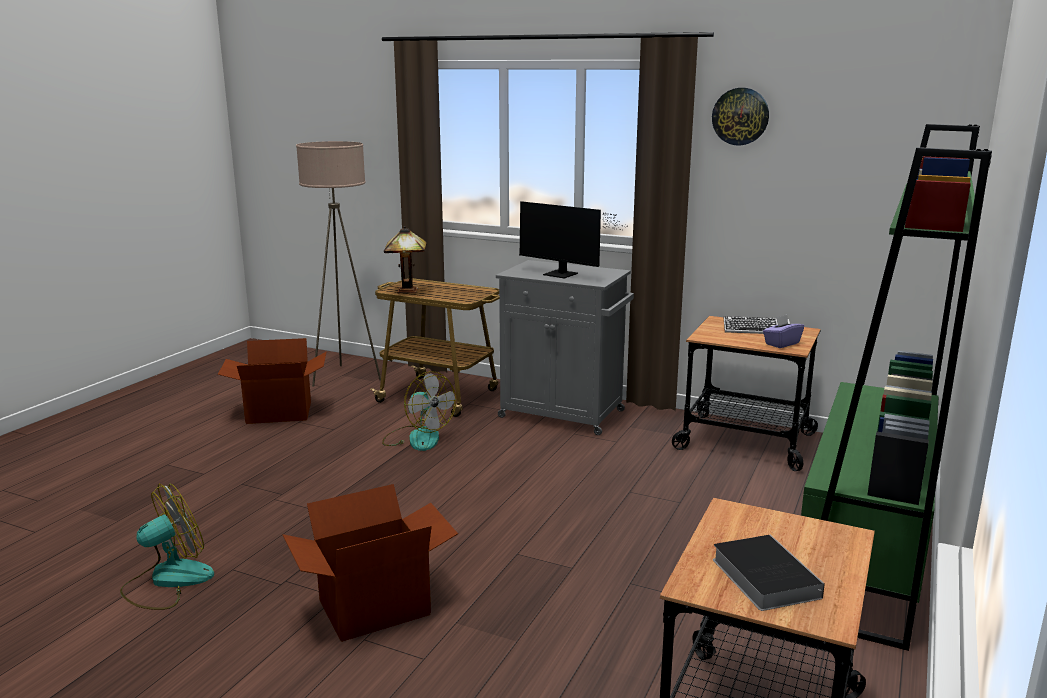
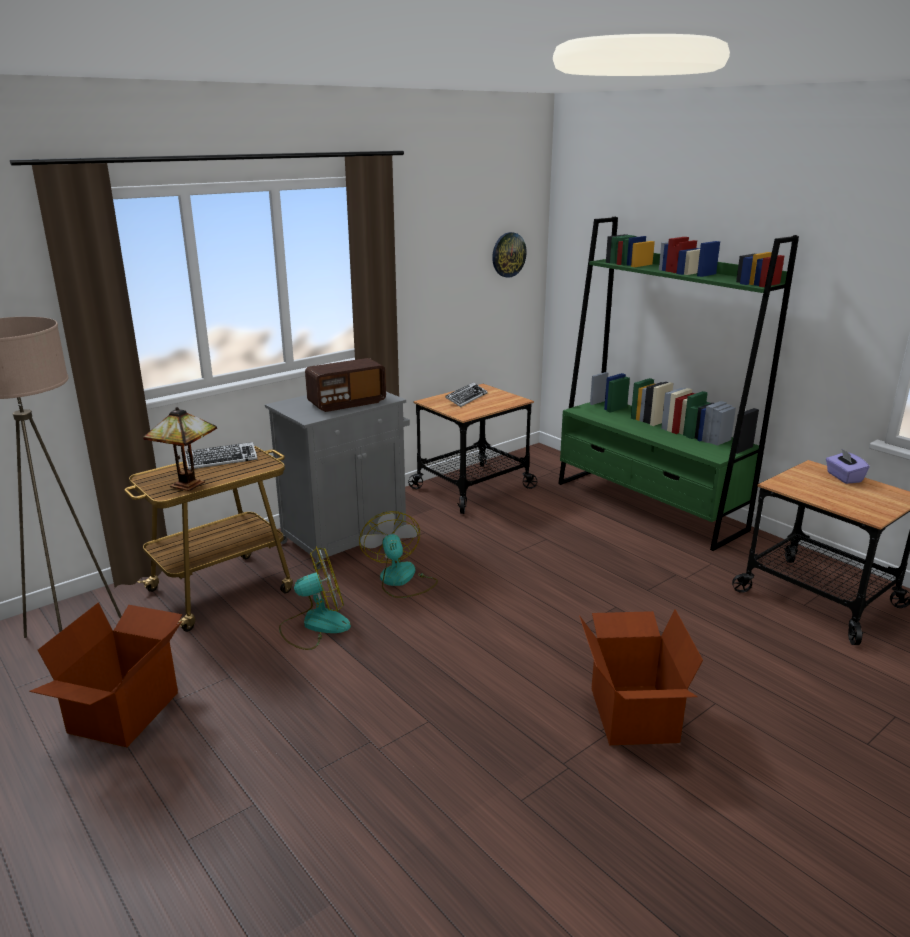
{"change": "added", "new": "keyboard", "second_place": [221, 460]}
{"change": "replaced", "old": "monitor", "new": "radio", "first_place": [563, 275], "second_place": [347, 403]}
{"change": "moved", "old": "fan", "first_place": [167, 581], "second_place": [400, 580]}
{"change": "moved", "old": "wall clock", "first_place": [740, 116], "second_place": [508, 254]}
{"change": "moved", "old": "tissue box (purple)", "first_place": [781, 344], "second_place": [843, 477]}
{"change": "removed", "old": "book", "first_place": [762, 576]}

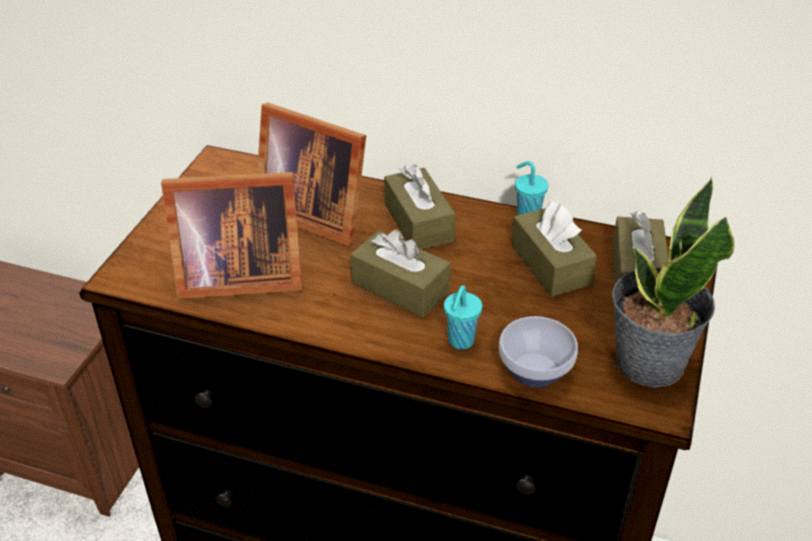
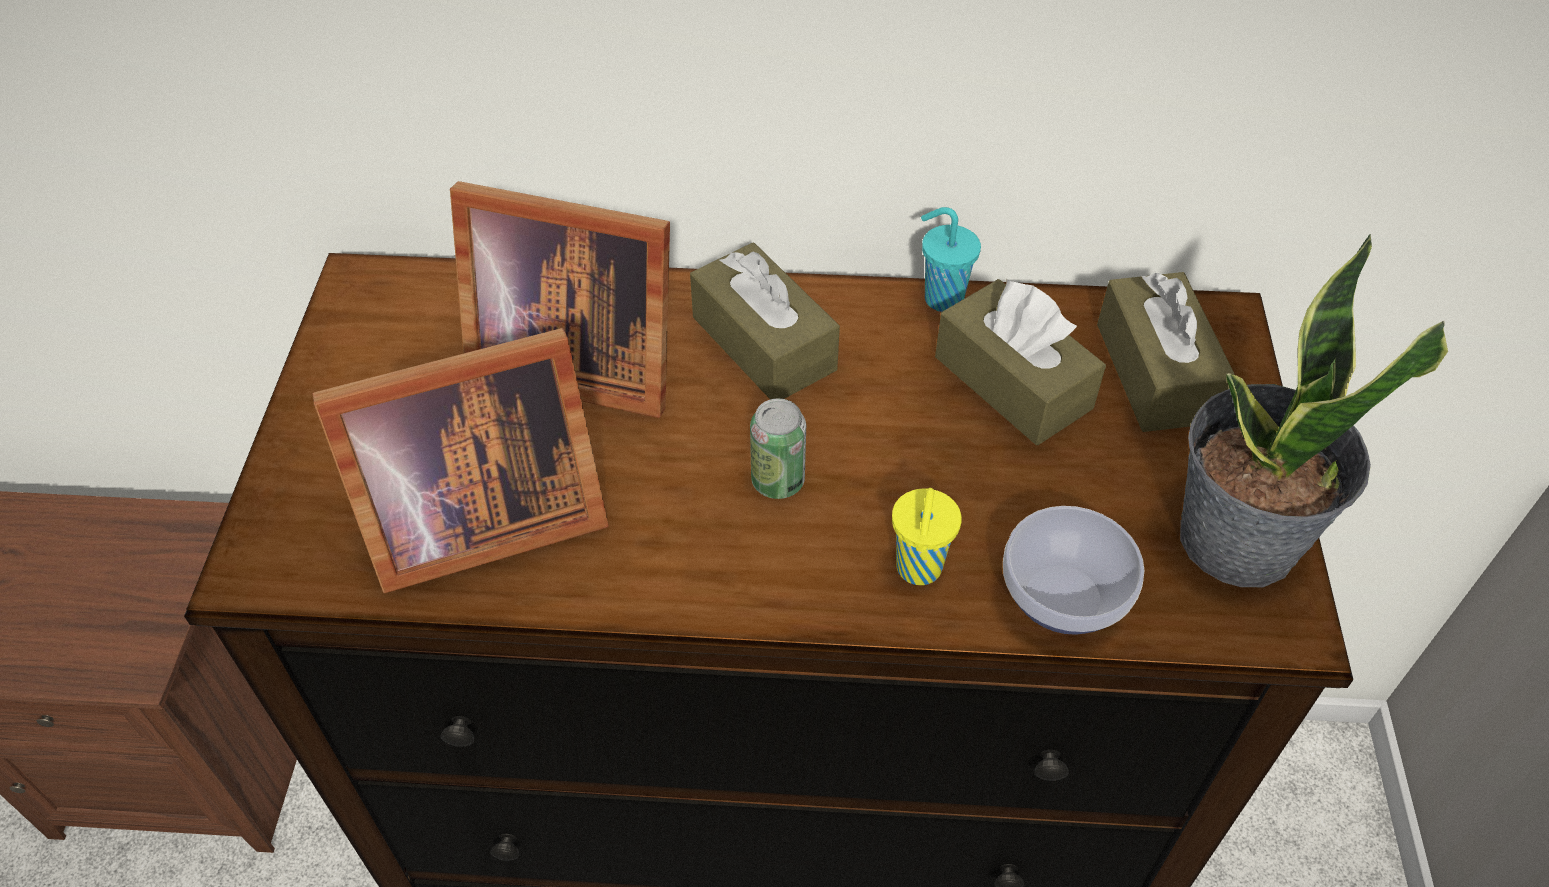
{"change": "replaced", "old": "tissue box (brown)", "new": "can", "first_place": [400, 287], "second_place": [778, 481]}
{"change": "recoloured", "old": "cup (turquoise)", "new": "cup (yellow)", "first_place": [460, 342], "second_place": [918, 570]}

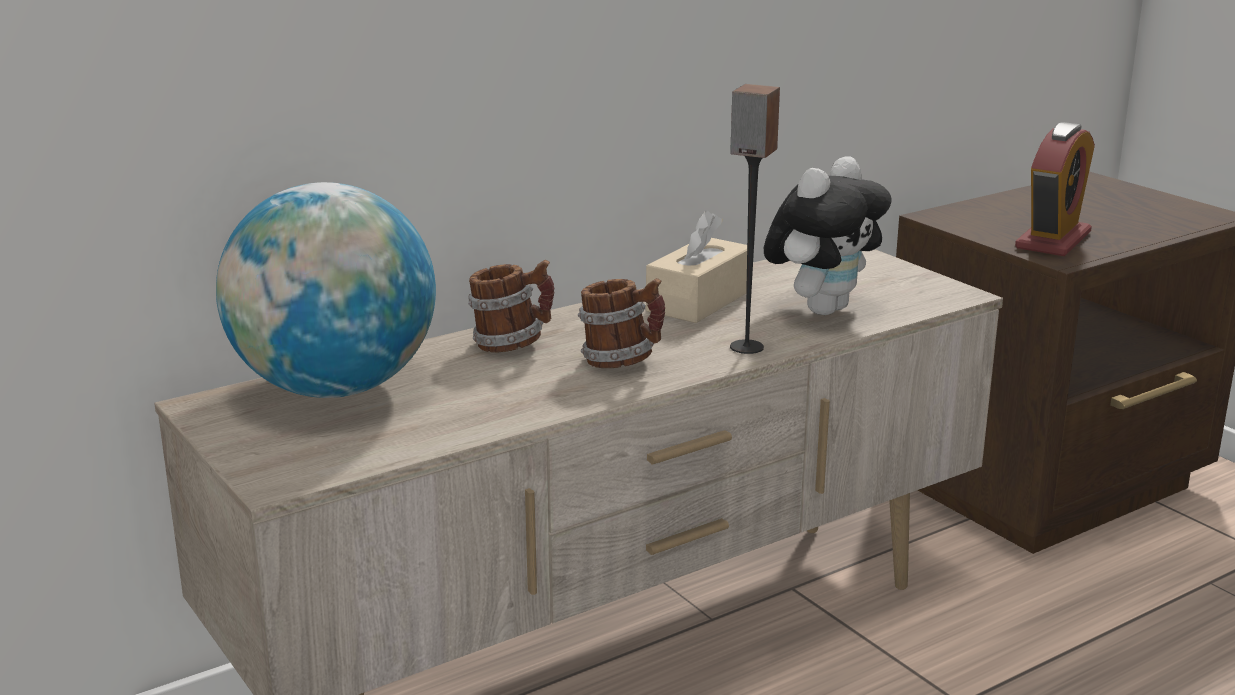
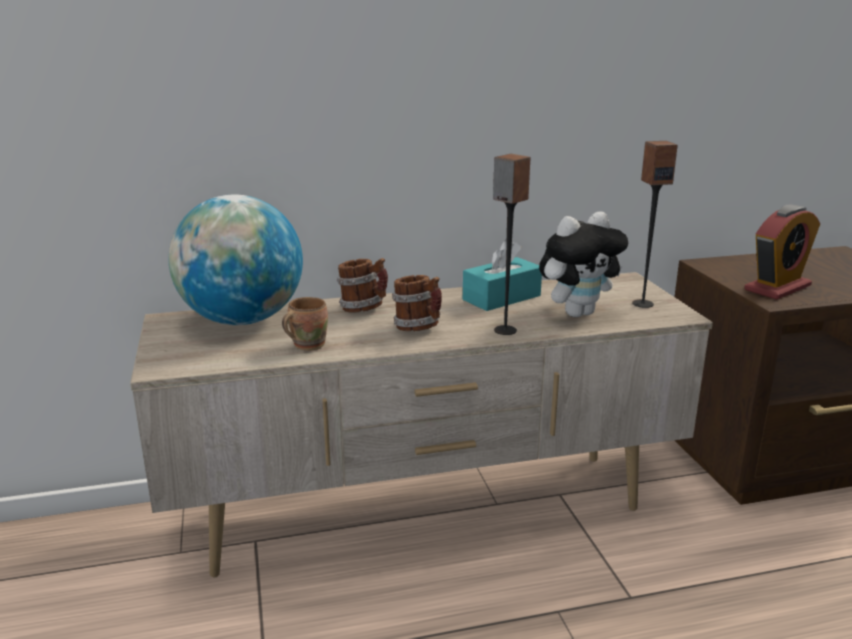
{"change": "added", "new": "mug (brown)", "second_place": [306, 345]}
{"change": "recoloured", "old": "tissue box (beige)", "new": "tissue box (turquoise)", "first_place": [699, 301], "second_place": [501, 298]}
{"change": "added", "new": "speaker", "second_place": [642, 303]}

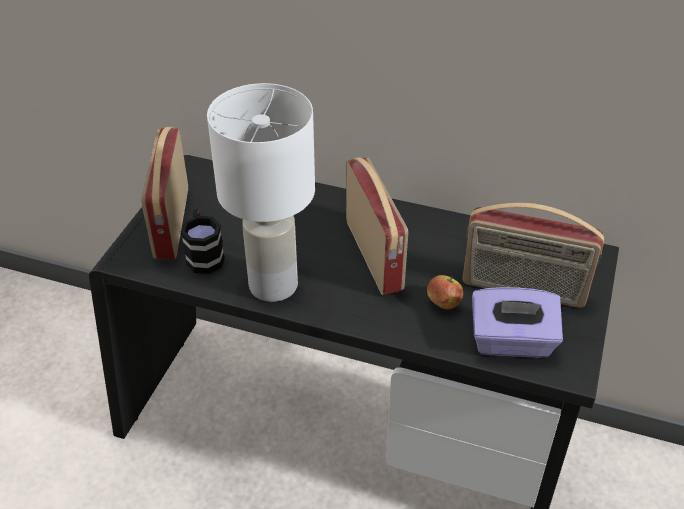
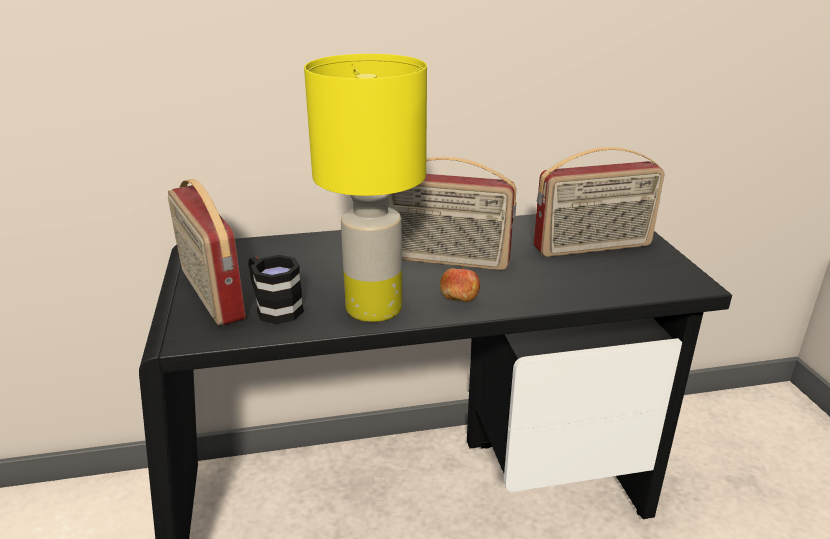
{"change": "recoloured", "old": "table lamp (white)", "new": "table lamp (yellow)", "first_place": [274, 285], "second_place": [374, 307]}
{"change": "turned", "old": "radio", "first_place": [375, 255], "second_place": [446, 260], "degrees": 150}
{"change": "moved", "old": "apple", "first_place": [443, 303], "second_place": [459, 300]}
{"change": "removed", "old": "tissue box (purple)", "first_place": [511, 342]}

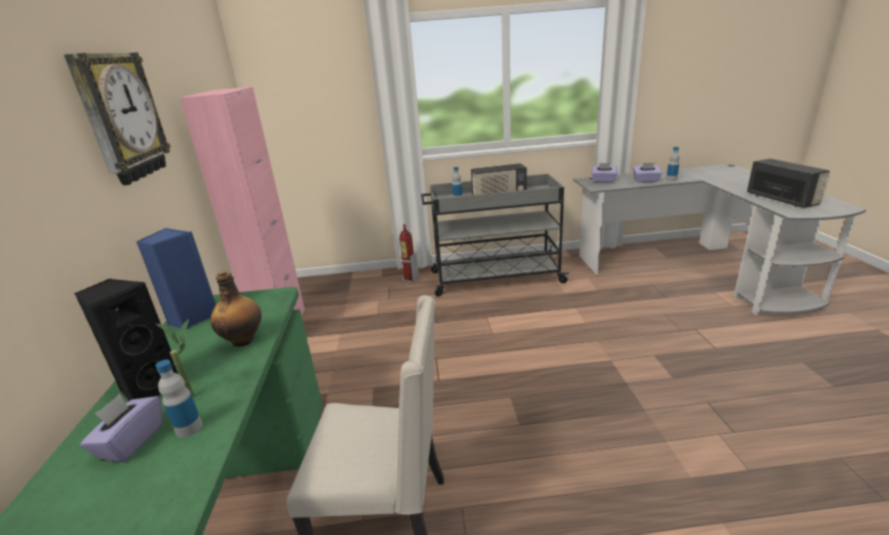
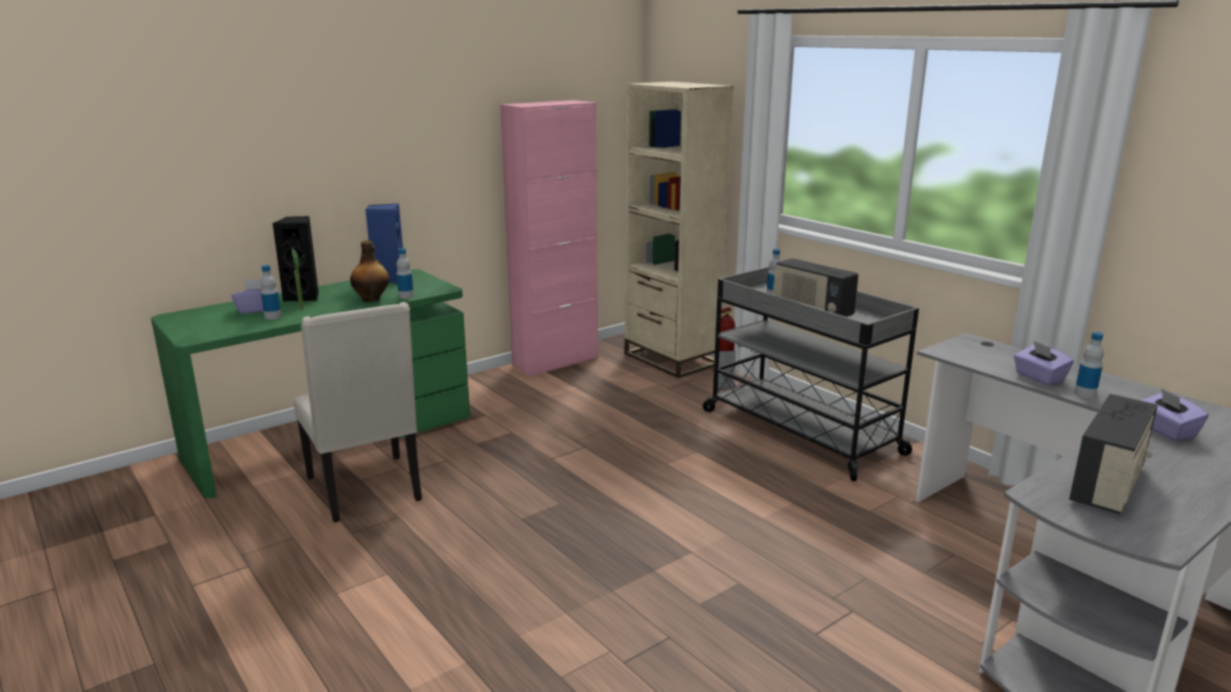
{"change": "added", "new": "bottle", "second_place": [406, 296]}
{"change": "added", "new": "bookcase (beige)", "second_place": [671, 359]}
{"change": "moved", "old": "tissue box (purple)", "first_place": [603, 181], "second_place": [1165, 431]}
{"change": "removed", "old": "wall clock", "first_place": [120, 118]}

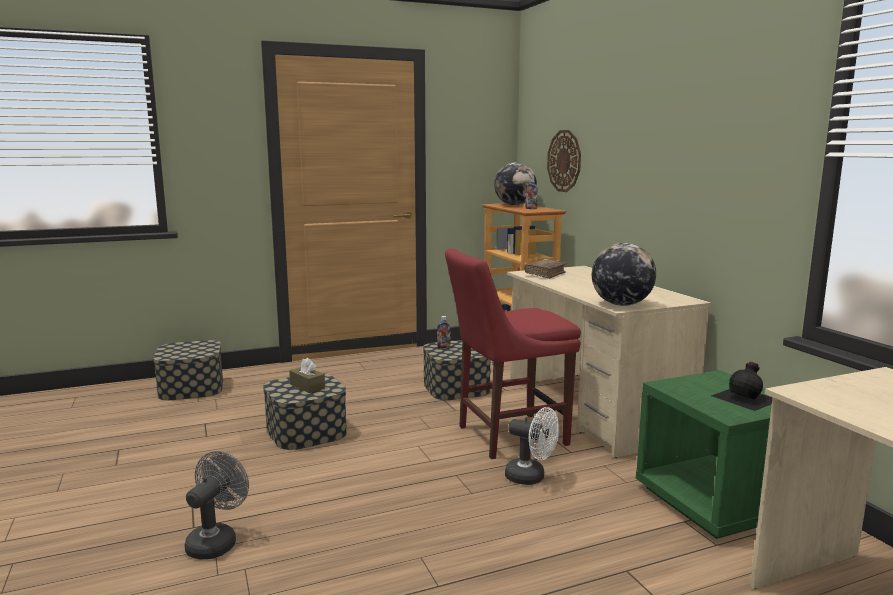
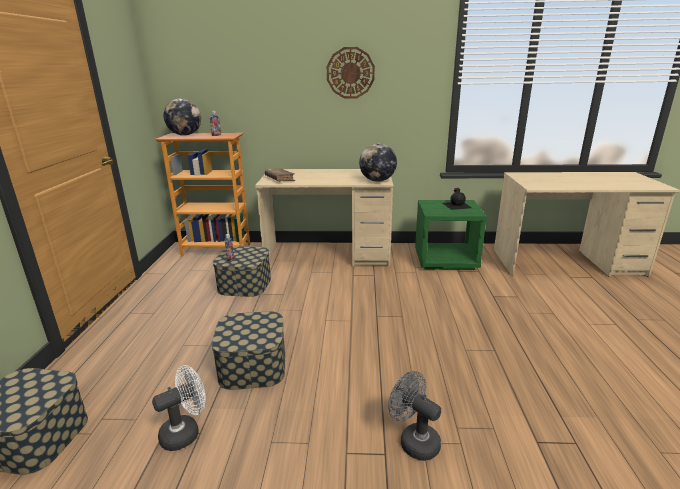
{"change": "moved", "old": "fan (white)", "first_place": [531, 477], "second_place": [186, 432]}
{"change": "moved", "old": "wall clock", "first_place": [564, 161], "second_place": [350, 73]}
{"change": "removed", "old": "tissue box (brown)", "first_place": [307, 386]}
{"change": "removed", "old": "chair (red)", "first_place": [506, 436]}

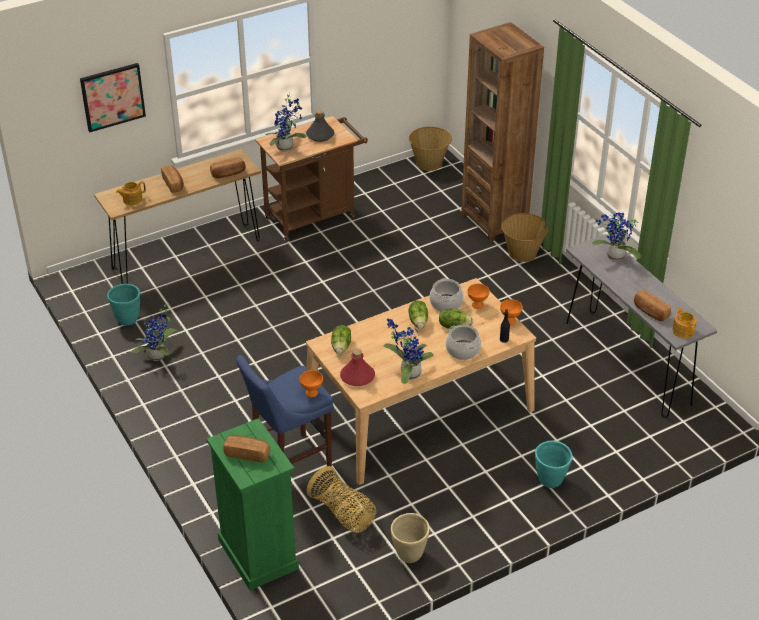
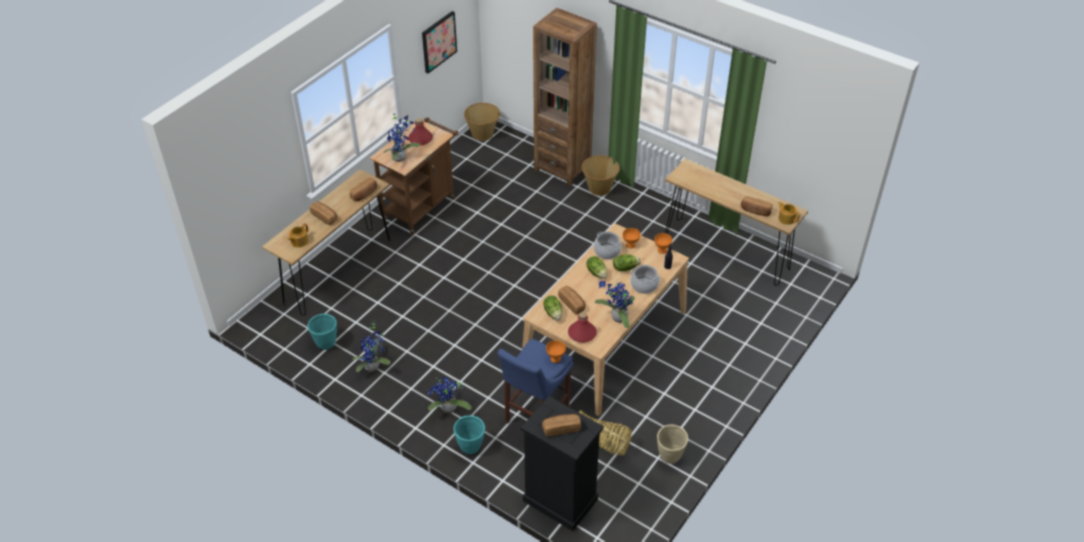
{"change": "recoloured", "old": "bottle (grey)", "new": "bottle (red)", "first_place": [320, 135], "second_place": [420, 139]}
{"change": "moved", "old": "picture", "first_place": [112, 96], "second_place": [438, 41]}
{"change": "moved", "old": "potted plant", "first_place": [614, 257], "second_place": [447, 409]}
{"change": "moved", "old": "planter (turquoise)", "first_place": [550, 481], "second_place": [470, 447]}
{"change": "recoloured", "old": "dresser (green)", "new": "dresser (black)", "first_place": [257, 554], "second_place": [559, 500]}
{"change": "added", "new": "bread", "second_place": [572, 304]}
{"change": "recoloured", "old": "console table (grey)", "new": "console table (brown)", "first_place": [627, 362], "second_place": [726, 251]}

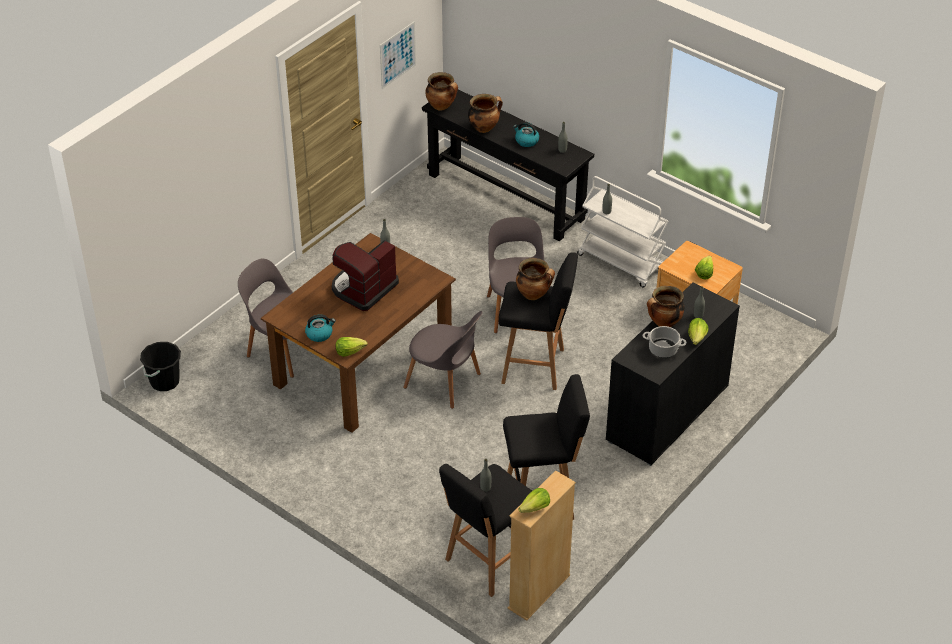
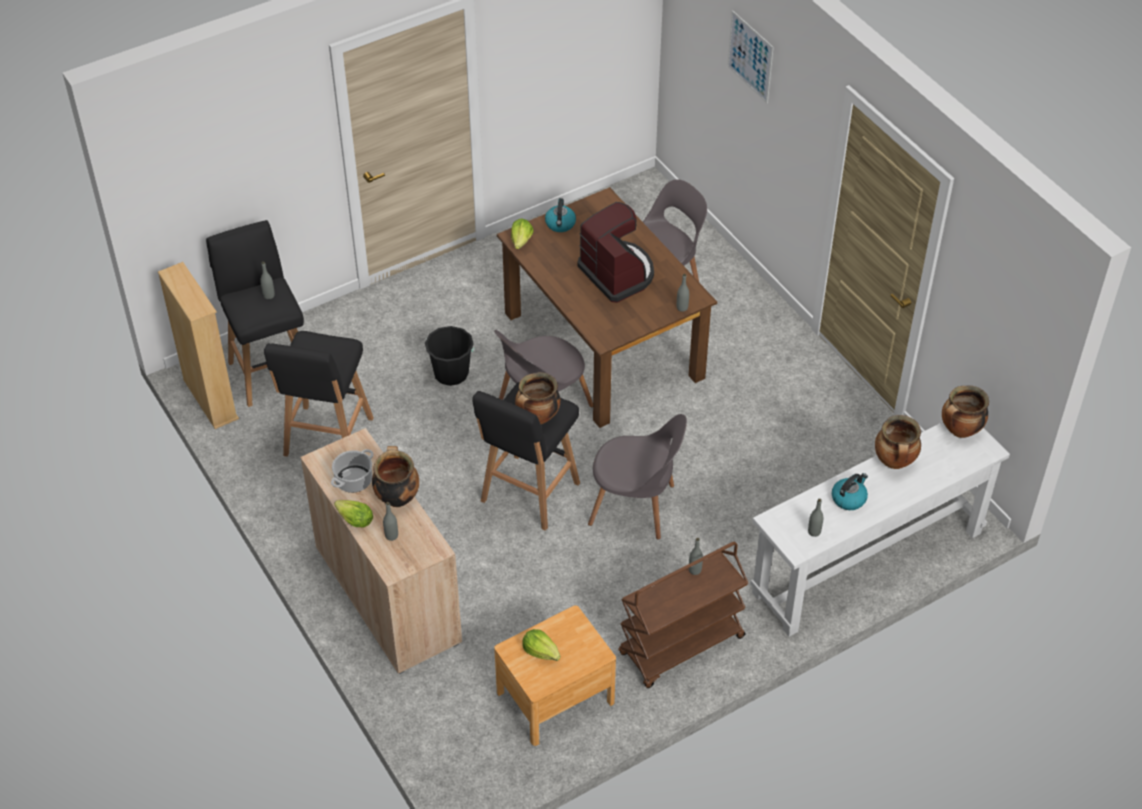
{"change": "recoloured", "old": "cabinet (black)", "new": "cabinet (beige)", "first_place": [667, 413], "second_place": [388, 595]}
{"change": "moved", "old": "bucket (black)", "first_place": [164, 381], "second_place": [451, 373]}
{"change": "recoloured", "old": "cart (white)", "new": "cart (brown)", "first_place": [621, 262], "second_place": [681, 646]}
{"change": "moved", "old": "picture", "first_place": [397, 55], "second_place": [750, 56]}
{"change": "recoloured", "old": "console table (black)", "new": "console table (white)", "first_place": [505, 197], "second_place": [867, 562]}
{"change": "removed", "old": "lettuce", "first_place": [535, 508]}

